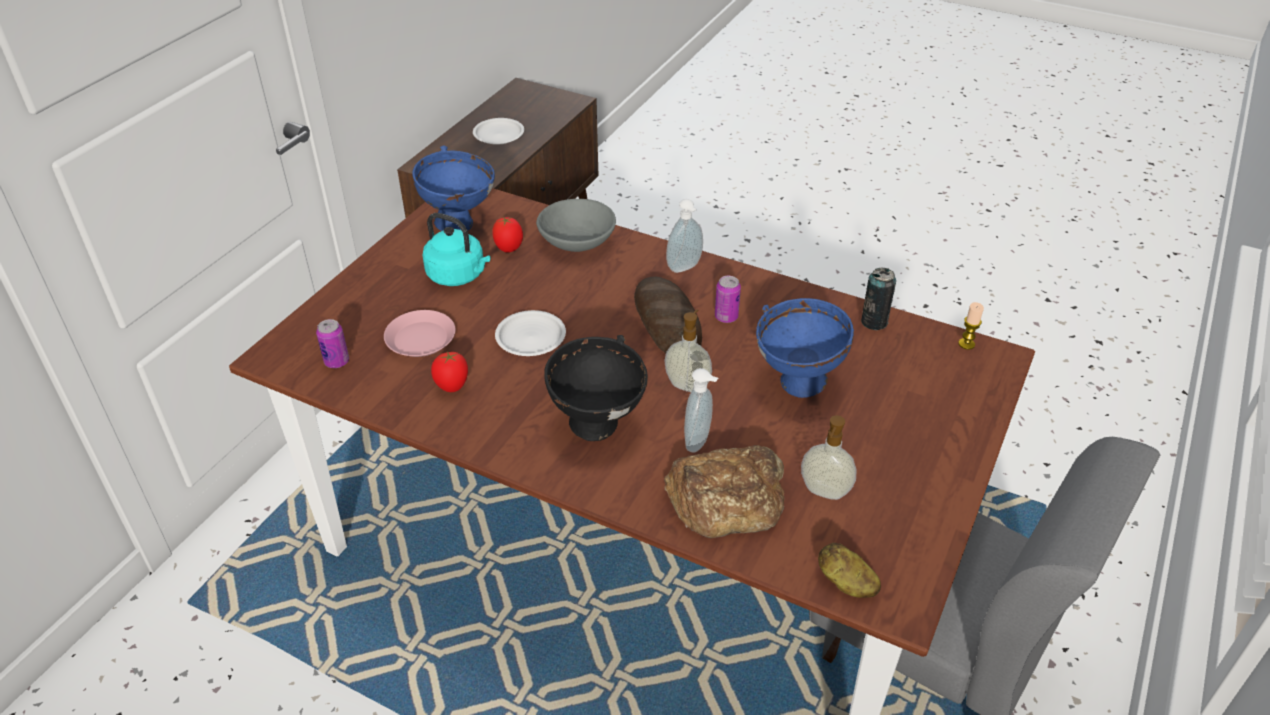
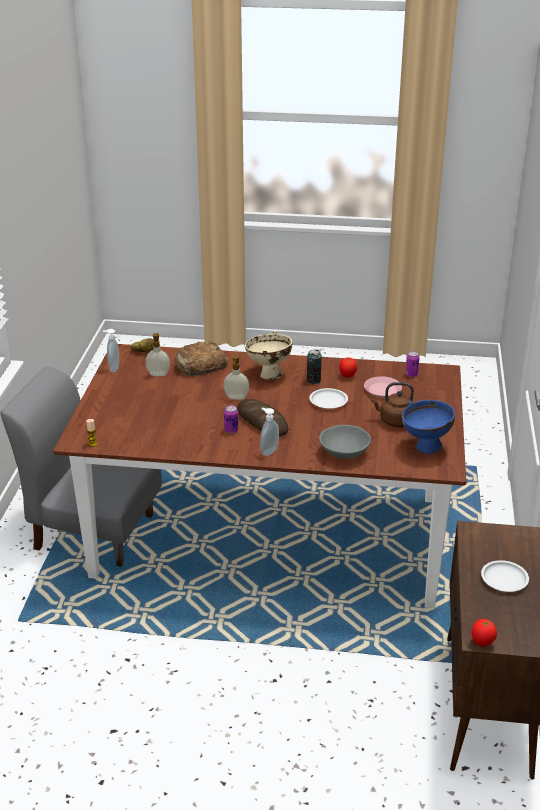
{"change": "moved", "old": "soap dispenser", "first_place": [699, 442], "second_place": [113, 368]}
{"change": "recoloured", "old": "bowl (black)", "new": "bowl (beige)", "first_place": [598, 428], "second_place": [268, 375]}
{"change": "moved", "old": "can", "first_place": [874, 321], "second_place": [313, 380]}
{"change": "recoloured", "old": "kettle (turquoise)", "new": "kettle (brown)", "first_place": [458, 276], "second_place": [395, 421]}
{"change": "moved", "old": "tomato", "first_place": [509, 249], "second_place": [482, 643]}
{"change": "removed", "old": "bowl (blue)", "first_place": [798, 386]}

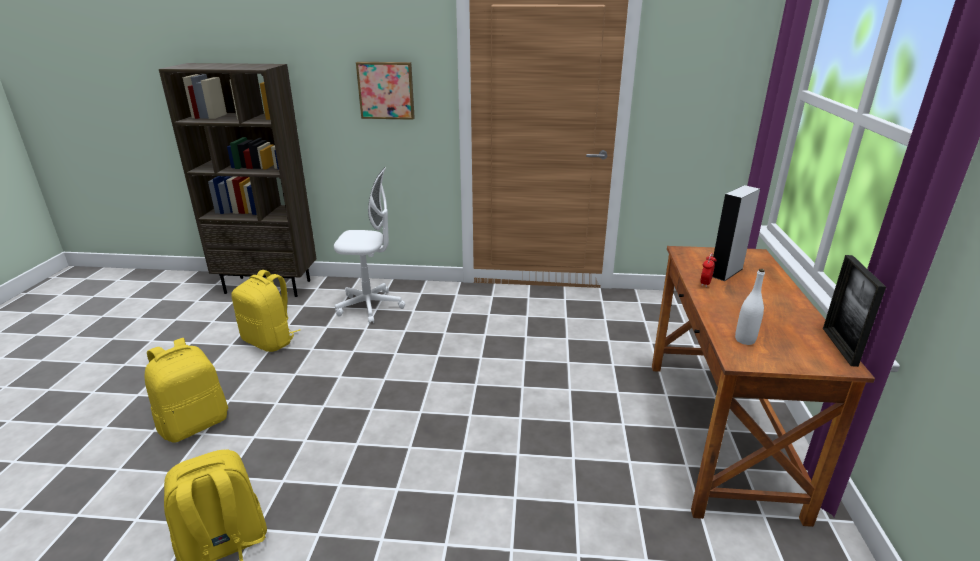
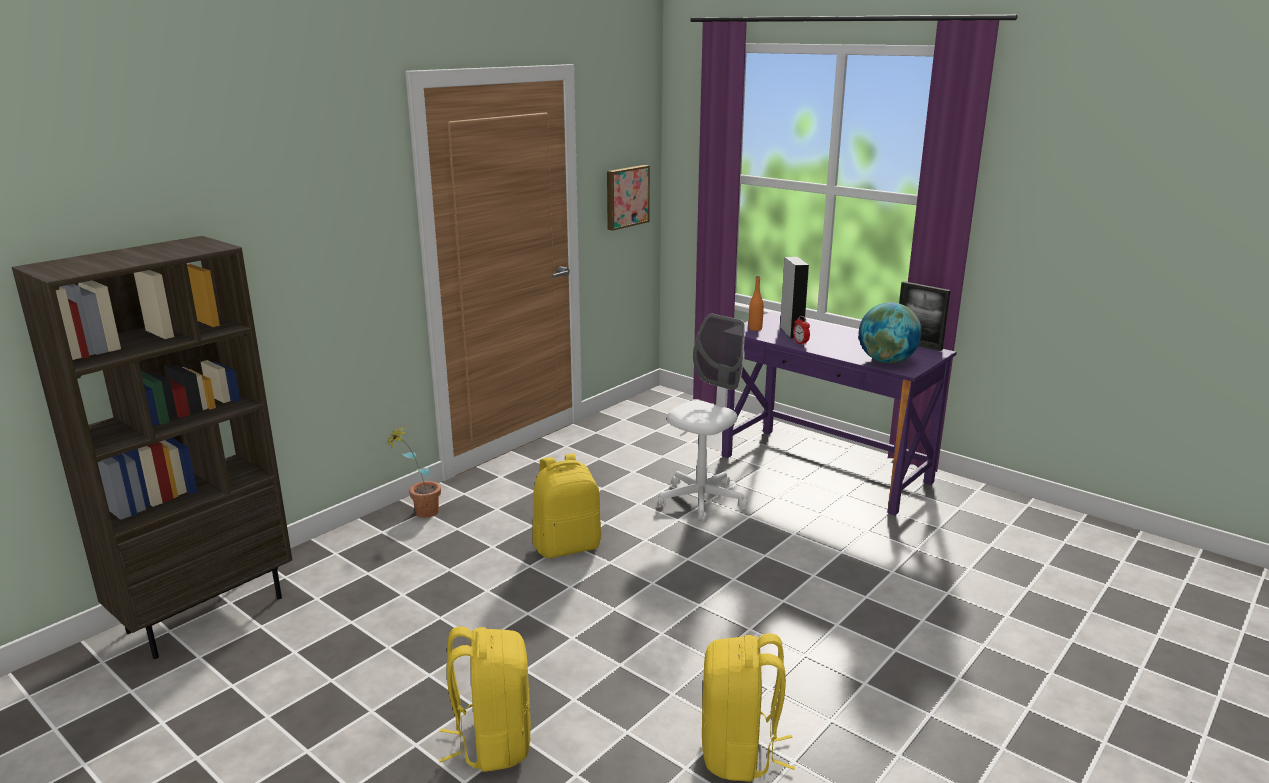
{"change": "added", "new": "potted plant", "second_place": [419, 513]}
{"change": "moved", "old": "backpack (yellow)", "first_place": [270, 341], "second_place": [567, 546]}
{"change": "moved", "old": "picture", "first_place": [386, 90], "second_place": [626, 196]}
{"change": "moved", "old": "office chair (white)", "first_place": [370, 307], "second_place": [702, 500]}
{"change": "recoloured", "old": "desk (brown)", "new": "desk (purple)", "first_place": [719, 433], "second_place": [825, 469]}
{"change": "added", "new": "bottle (orange)", "second_place": [755, 329]}
{"change": "replaced", "old": "bottle (white)", "new": "globe", "first_place": [745, 340], "second_place": [886, 361]}

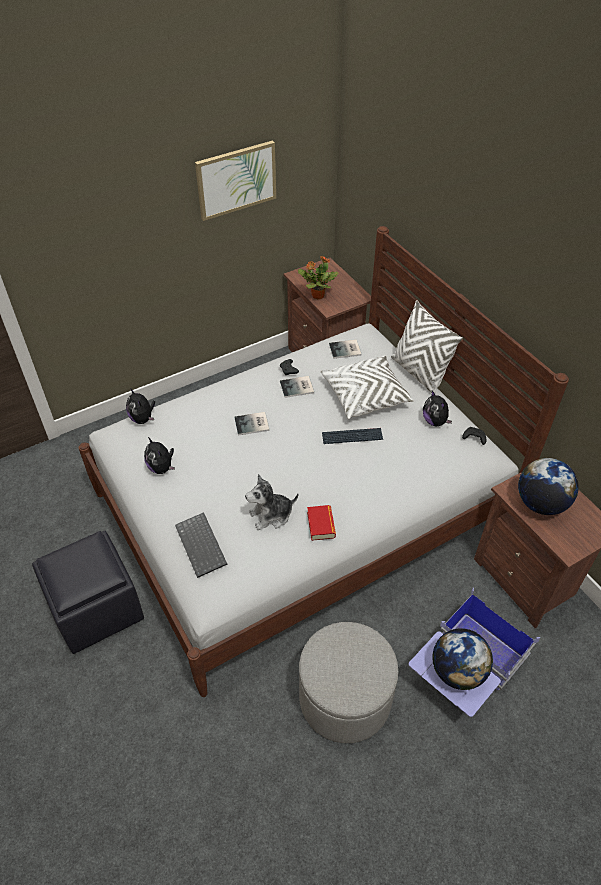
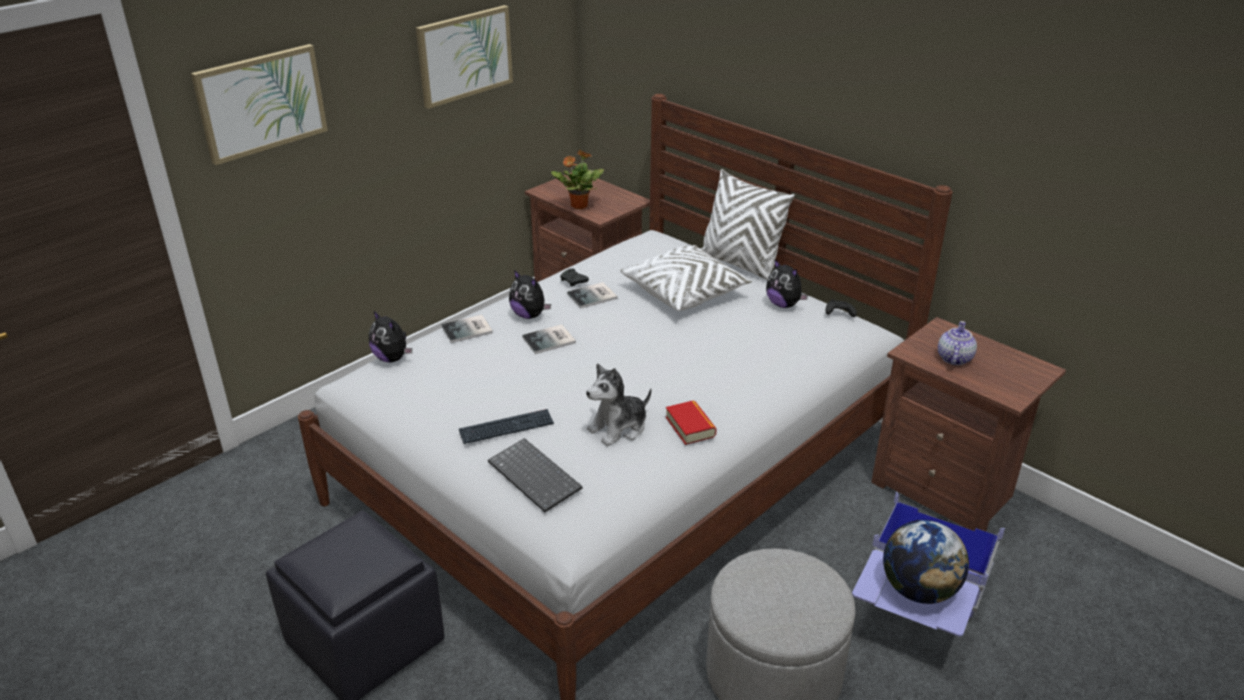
{"change": "added", "new": "picture", "second_place": [261, 102]}
{"change": "moved", "old": "book", "first_place": [346, 350], "second_place": [468, 330]}
{"change": "moved", "old": "keyboard", "first_place": [352, 437], "second_place": [506, 428]}
{"change": "moved", "old": "plush toy", "first_place": [162, 468], "second_place": [529, 315]}
{"change": "replaced", "old": "globe", "new": "teapot", "first_place": [540, 503], "second_place": [954, 358]}

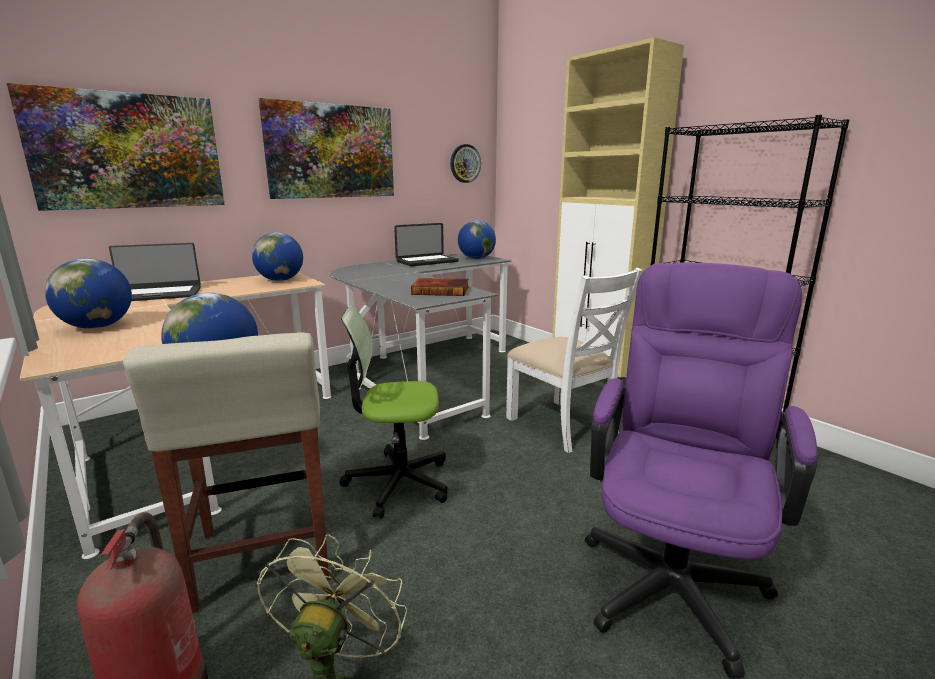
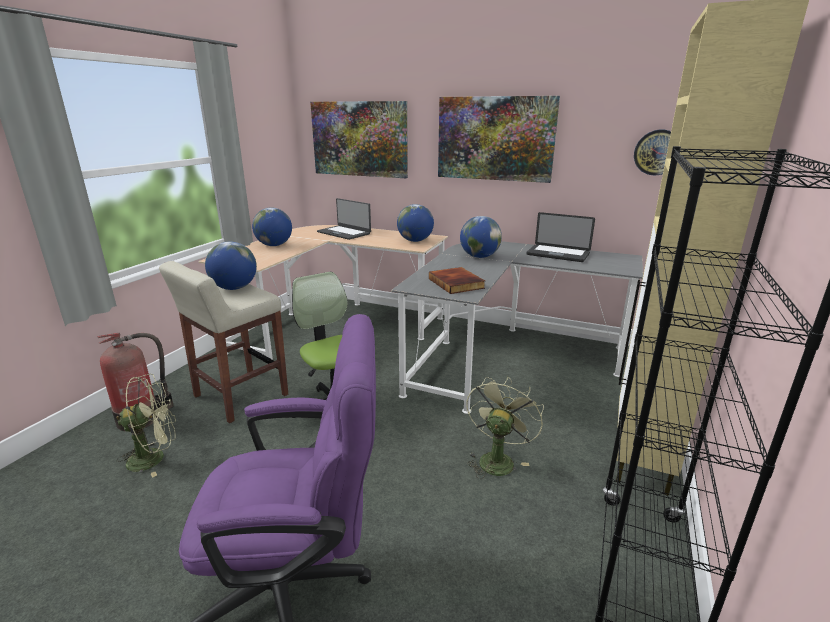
{"change": "moved", "old": "globe", "first_place": [476, 259], "second_place": [479, 257]}
{"change": "replaced", "old": "chair (white)", "new": "fan (green)", "first_place": [563, 425], "second_place": [497, 459]}

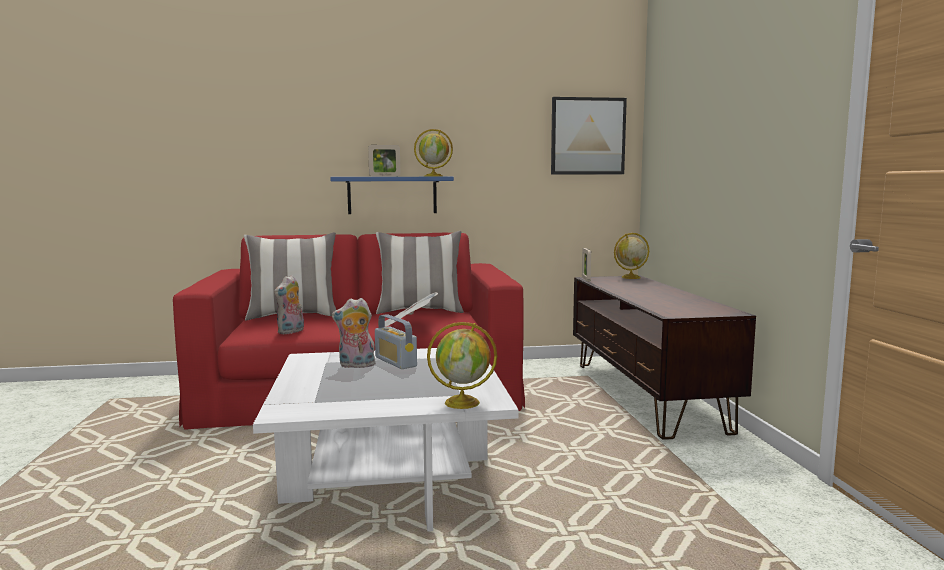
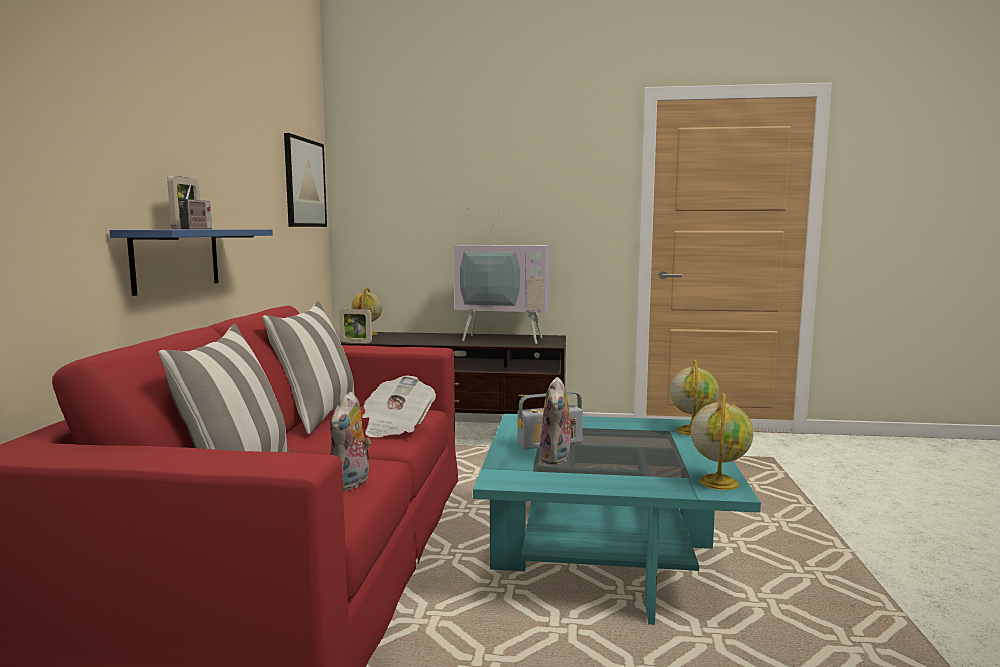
{"change": "added", "new": "radio", "second_place": [196, 229]}
{"change": "turned", "old": "plush toy", "first_place": [291, 332], "second_place": [351, 483], "degrees": 60}
{"change": "added", "new": "television", "second_place": [504, 338]}
{"change": "recoloured", "old": "coffee table (white)", "new": "coffee table (turquoise)", "first_place": [390, 480], "second_place": [604, 559]}
{"change": "moved", "old": "globe", "first_place": [434, 176], "second_place": [718, 482]}

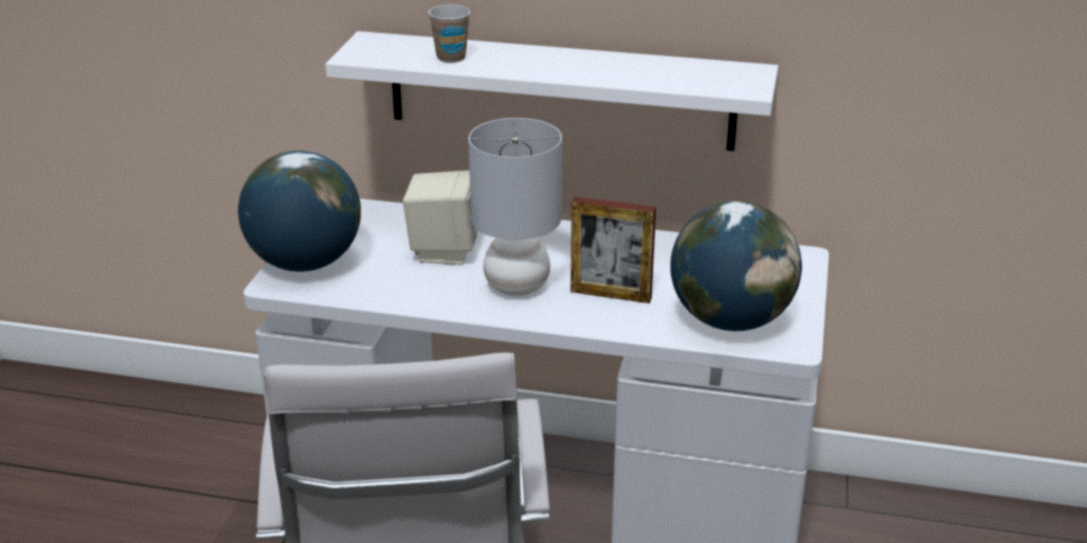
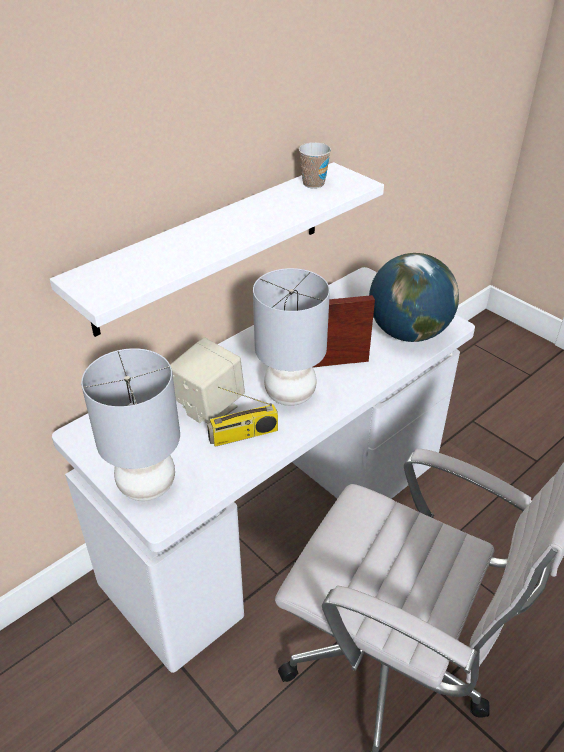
{"change": "replaced", "old": "globe", "new": "table lamp (grey)", "first_place": [306, 263], "second_place": [148, 486]}
{"change": "added", "new": "radio", "second_place": [243, 435]}
{"change": "moved", "old": "cup", "first_place": [451, 57], "second_place": [313, 184]}
{"change": "turned", "old": "picture frame", "first_place": [610, 294], "second_place": [339, 362], "degrees": -150}

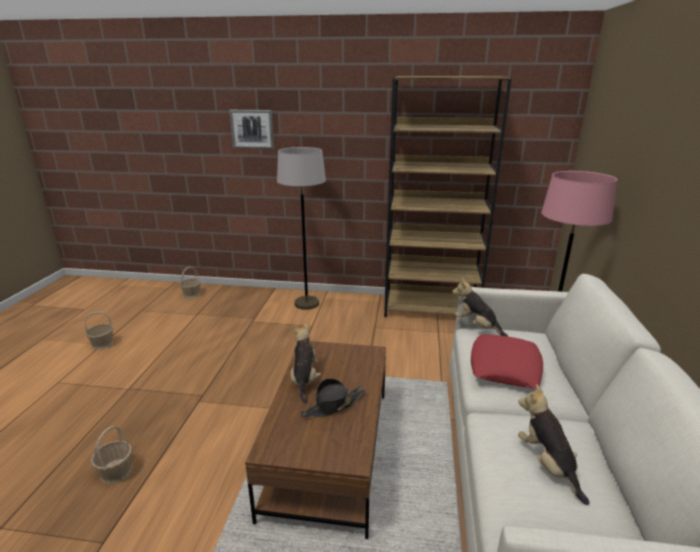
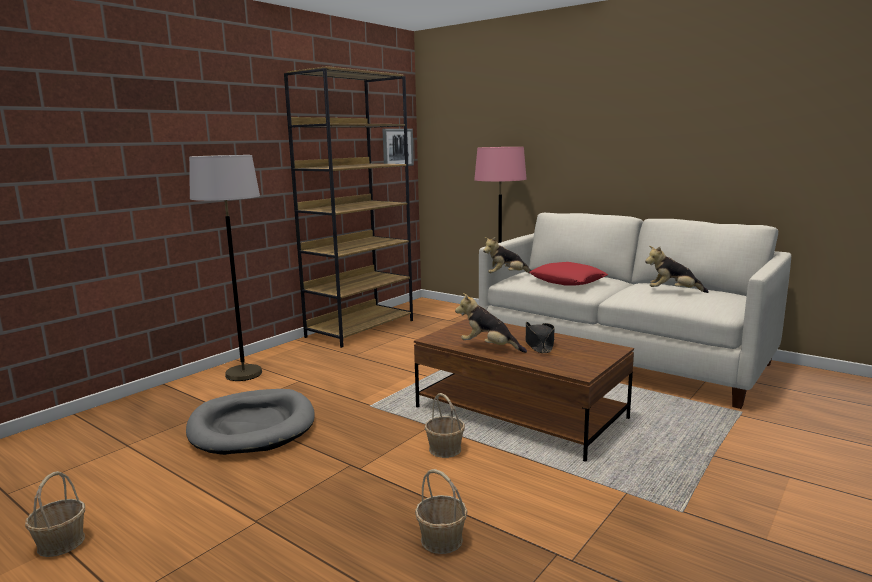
{"change": "added", "new": "dog bed (grey)", "second_place": [252, 426]}
{"change": "moved", "old": "picture", "first_place": [252, 129], "second_place": [397, 147]}
{"change": "moved", "old": "basket", "first_place": [191, 294], "second_place": [445, 449]}

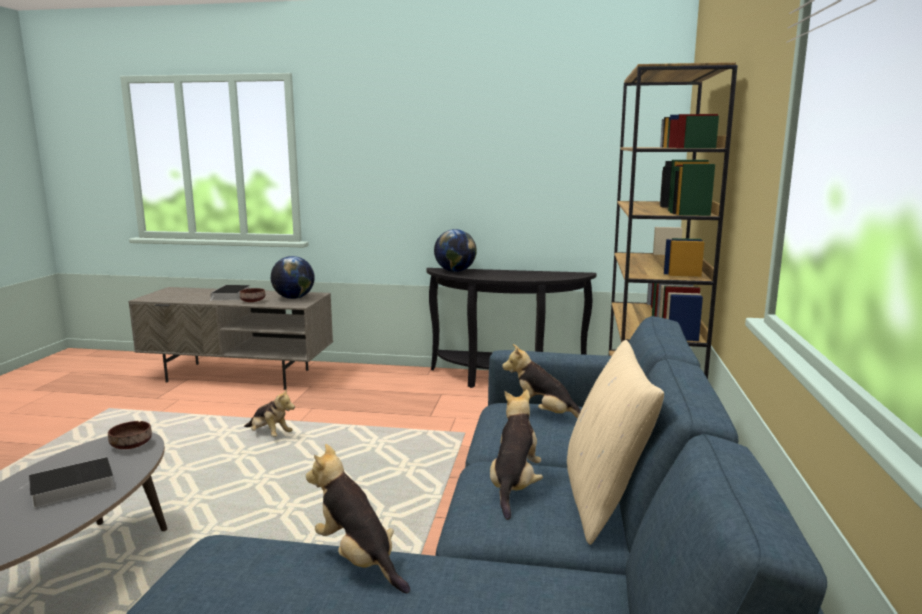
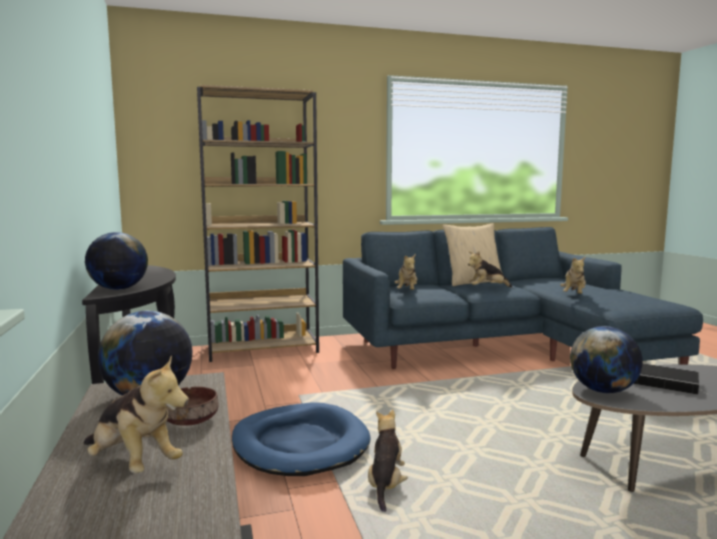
{"change": "replaced", "old": "book", "new": "plush toy", "first_place": [231, 296], "second_place": [133, 464]}
{"change": "added", "new": "dog bed (blue)", "second_place": [300, 444]}
{"change": "replaced", "old": "bowl (brown)", "new": "globe", "first_place": [130, 445], "second_place": [603, 391]}

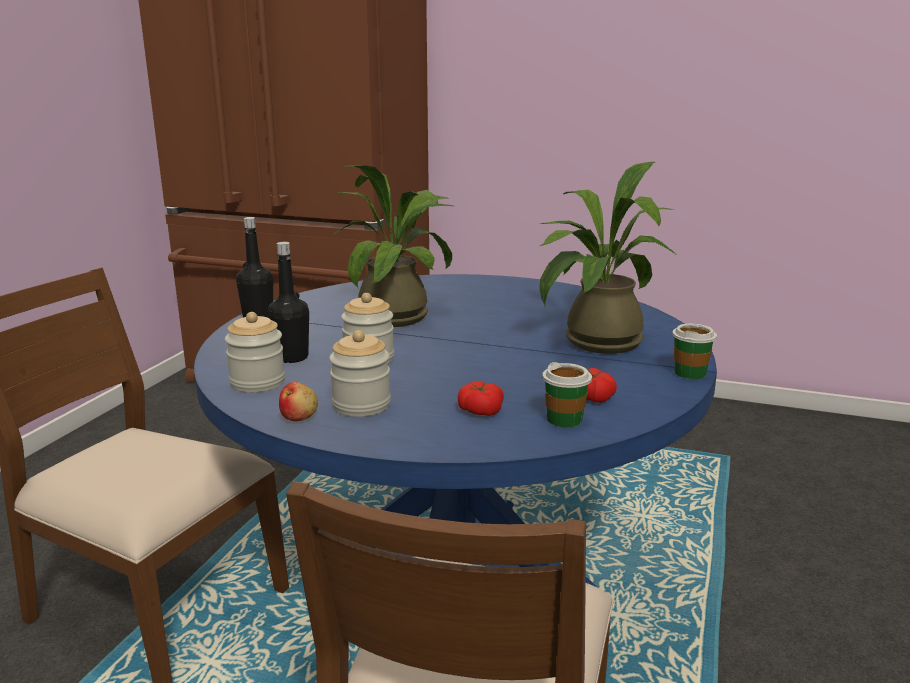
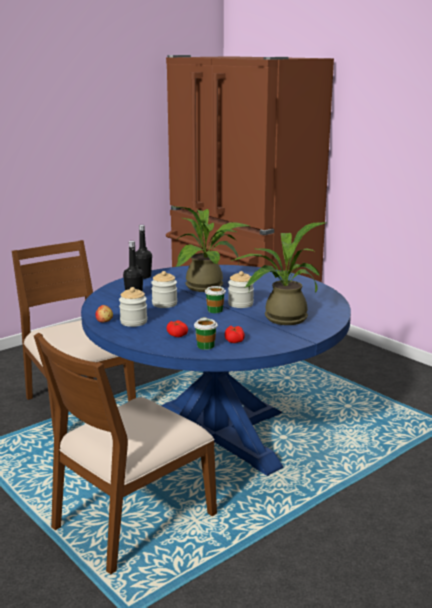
{"change": "moved", "old": "cup", "first_place": [690, 373], "second_place": [215, 310]}
{"change": "moved", "old": "jar", "first_place": [257, 382], "second_place": [240, 304]}

